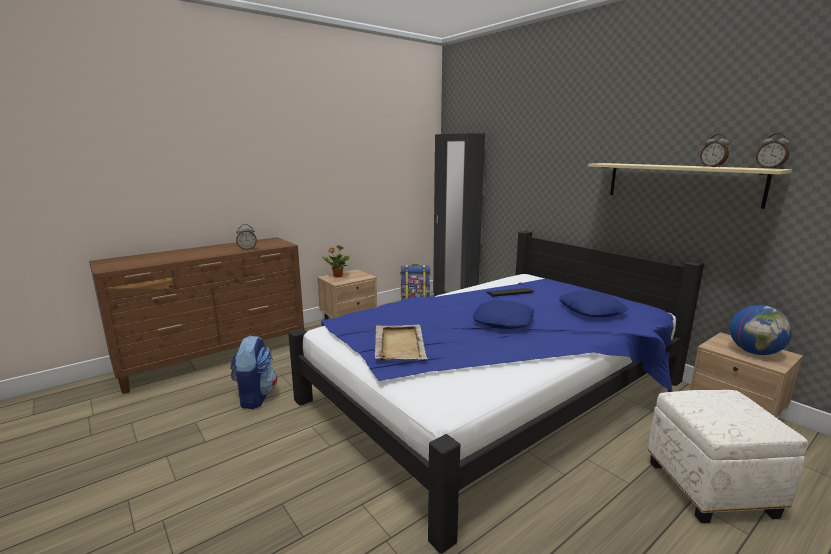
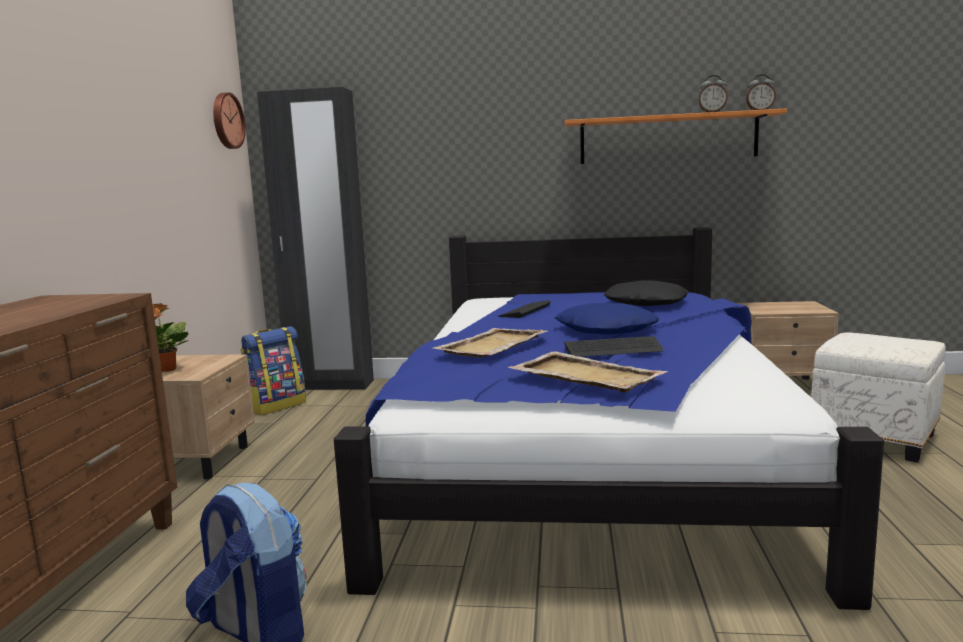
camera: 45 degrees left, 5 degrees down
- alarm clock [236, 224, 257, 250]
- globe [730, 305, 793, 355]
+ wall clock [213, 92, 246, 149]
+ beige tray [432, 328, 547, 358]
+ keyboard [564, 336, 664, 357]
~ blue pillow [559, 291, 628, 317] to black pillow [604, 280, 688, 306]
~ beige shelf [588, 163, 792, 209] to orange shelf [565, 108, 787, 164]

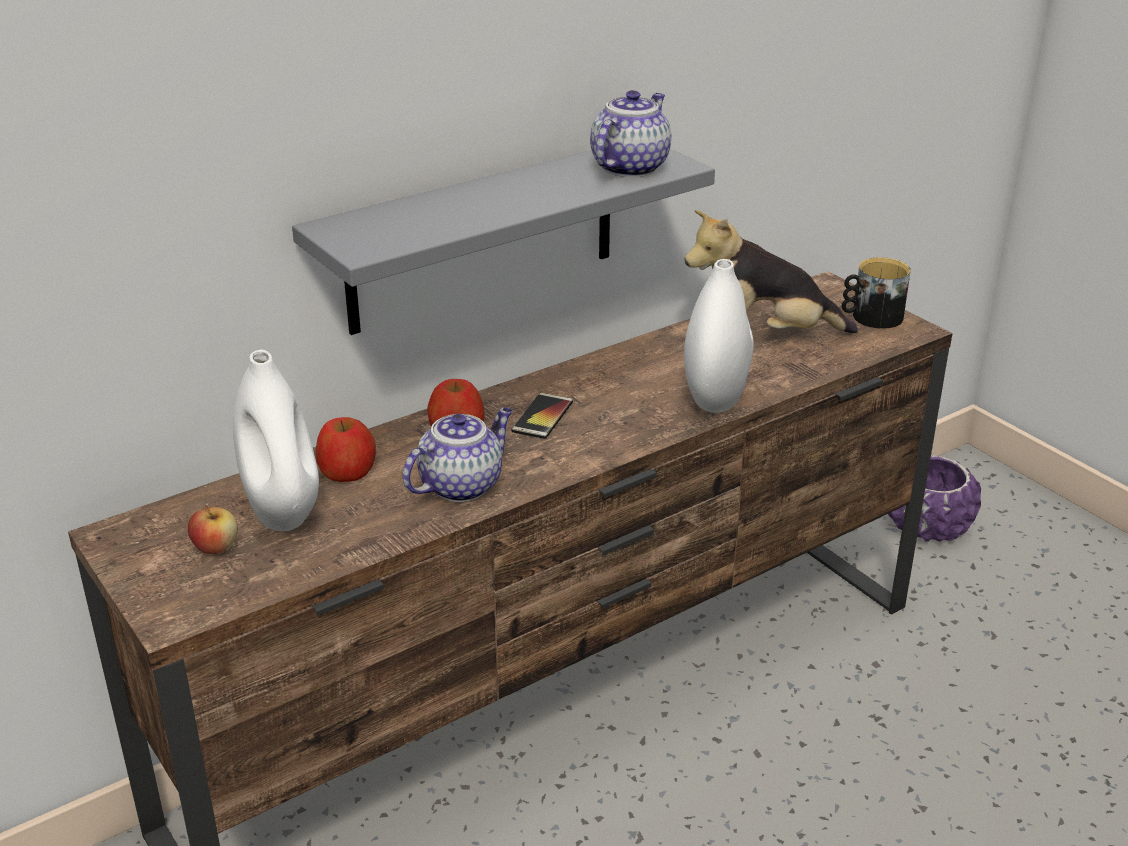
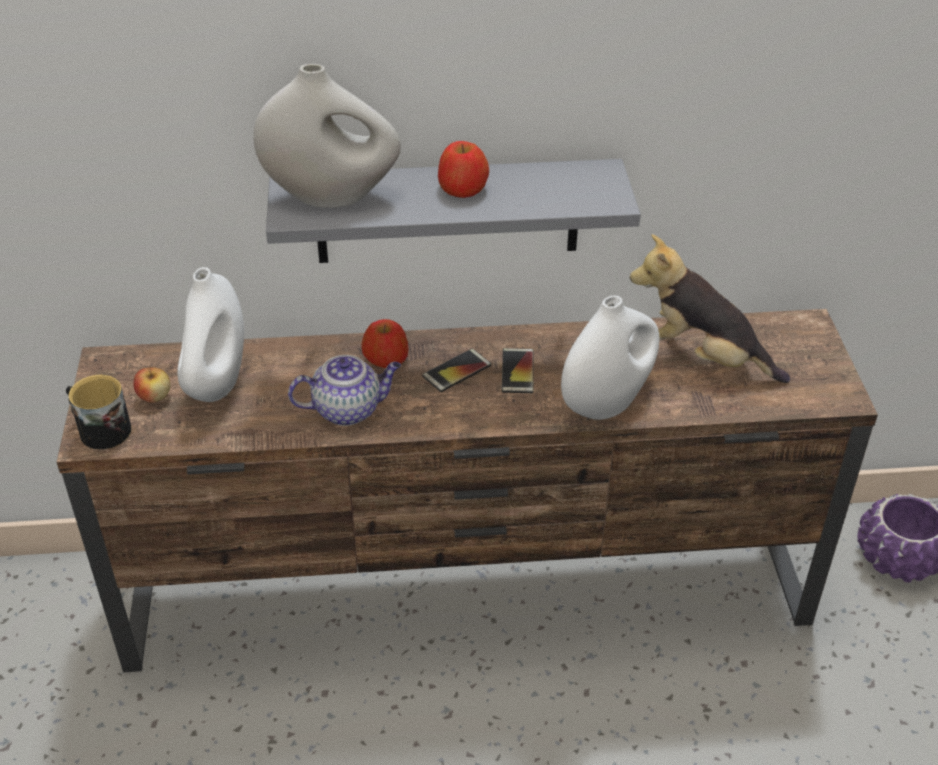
camera: 30 degrees right, 10 degrees up
- teapot [590, 90, 671, 177]
+ white vase [253, 64, 401, 208]
+ phone [502, 348, 534, 393]
~ apple [316, 417, 376, 482] to [438, 141, 489, 198]
~ mug [842, 257, 911, 329] to [66, 375, 131, 450]

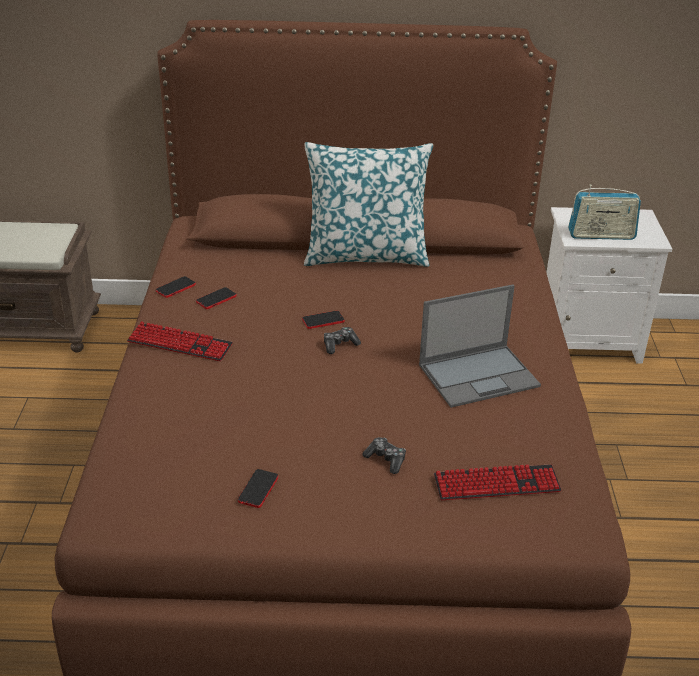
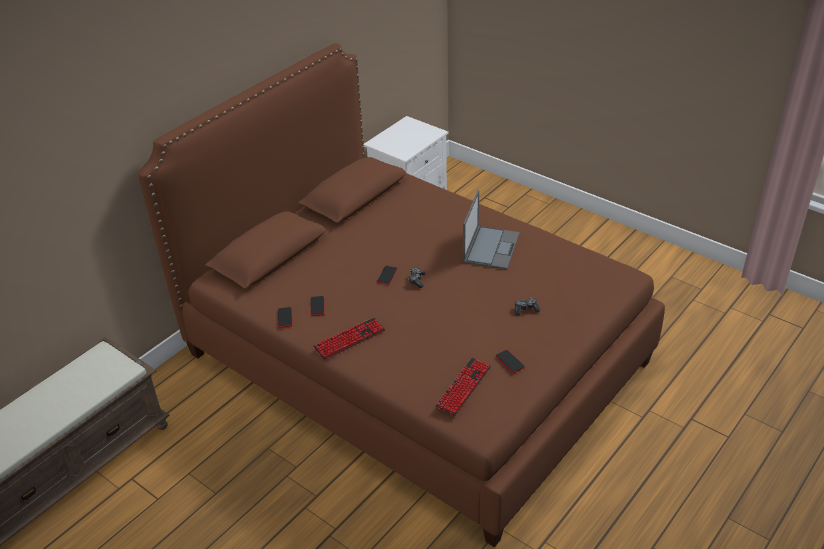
camera: 50 degrees left, 5 degrees up
- pillow [304, 142, 433, 267]
- radio [568, 185, 641, 240]
~ keyboard [434, 464, 562, 500] to [435, 358, 491, 416]

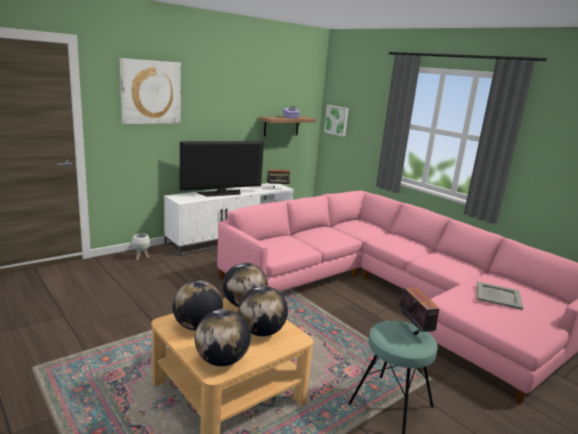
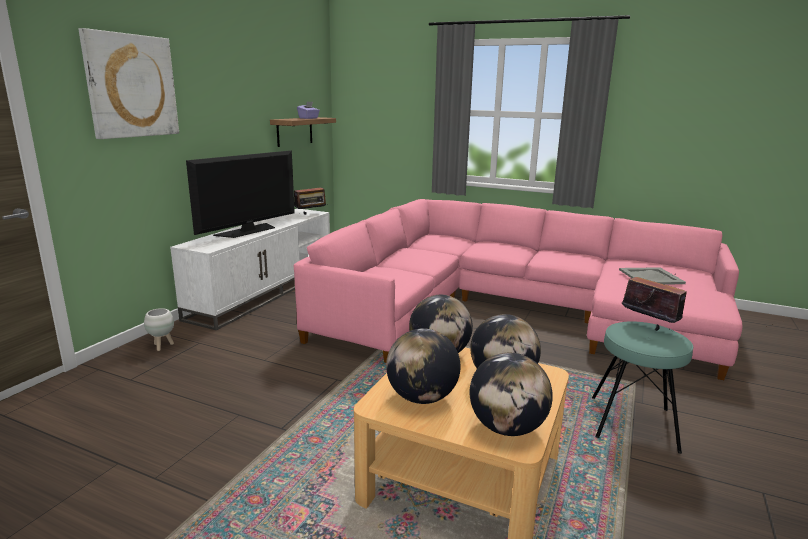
camera: 25 degrees left, 0 degrees up
- picture [324, 105, 349, 136]

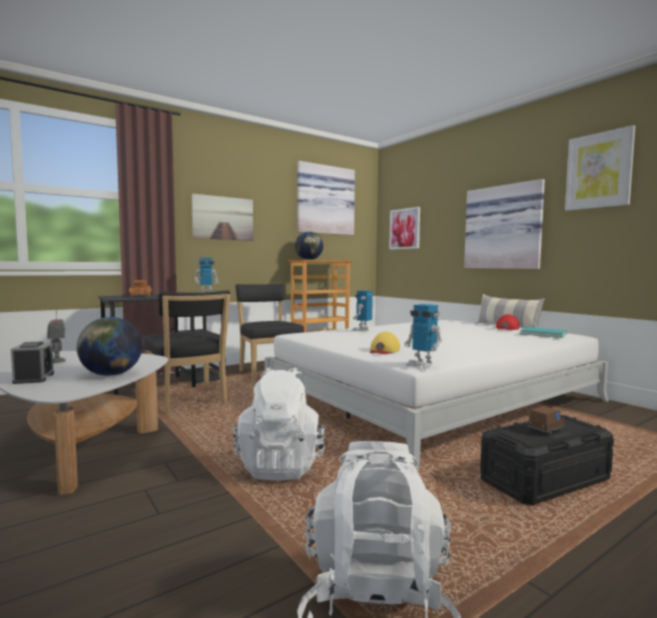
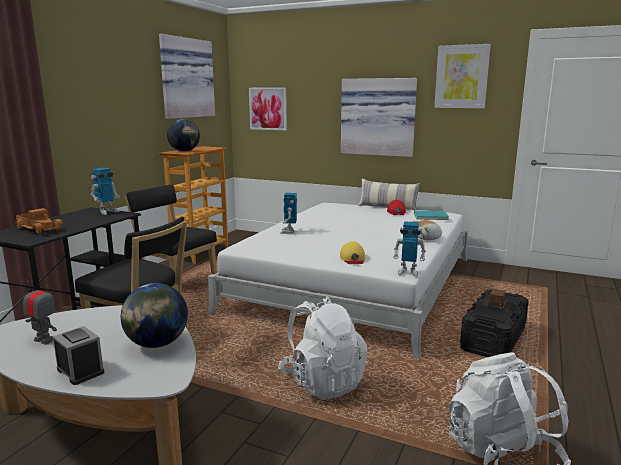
camera: 30 degrees left, 10 degrees up
- picture [192, 194, 253, 241]
+ plush toy [411, 220, 442, 240]

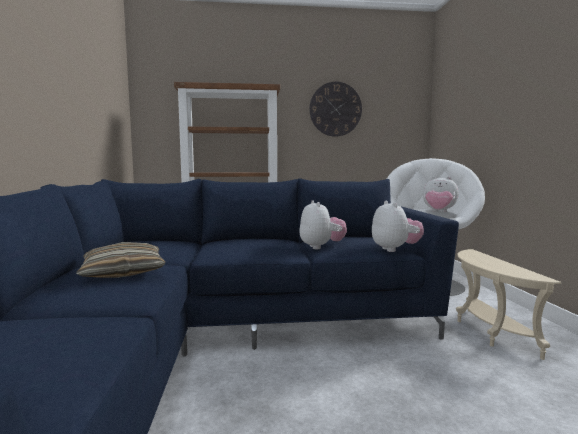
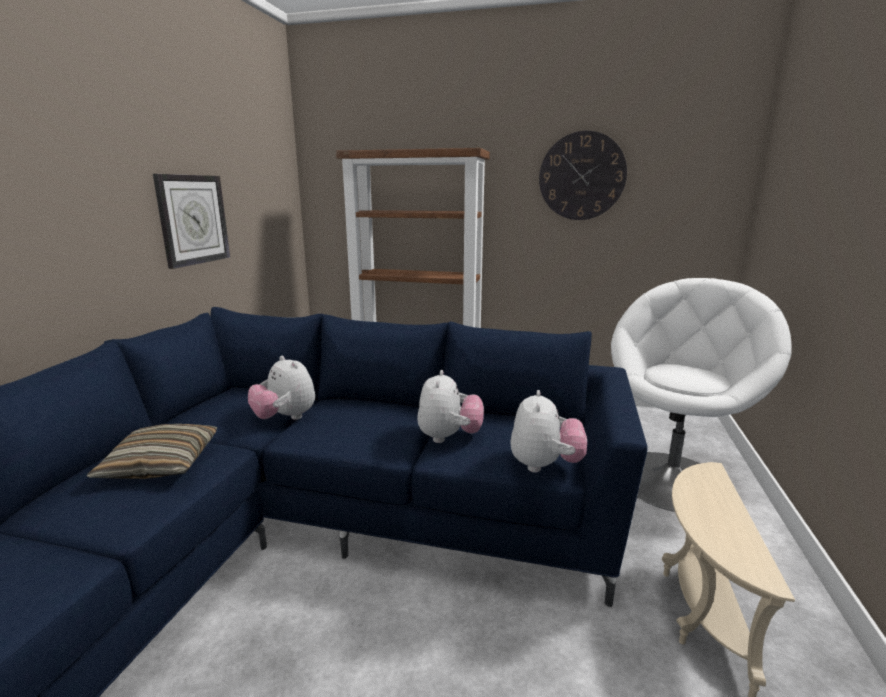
camera: 20 degrees right, 10 degrees up
+ wall clock [153, 174, 230, 269]
~ plush toy [423, 176, 459, 212] to [248, 356, 315, 420]

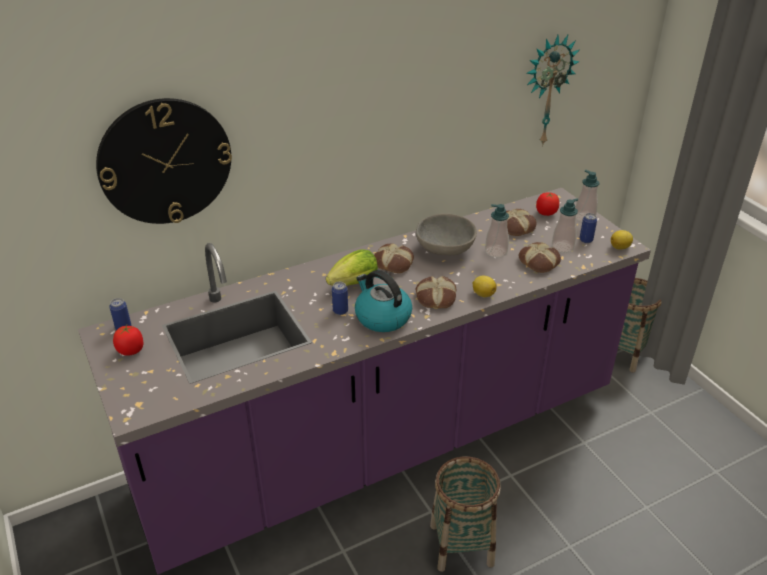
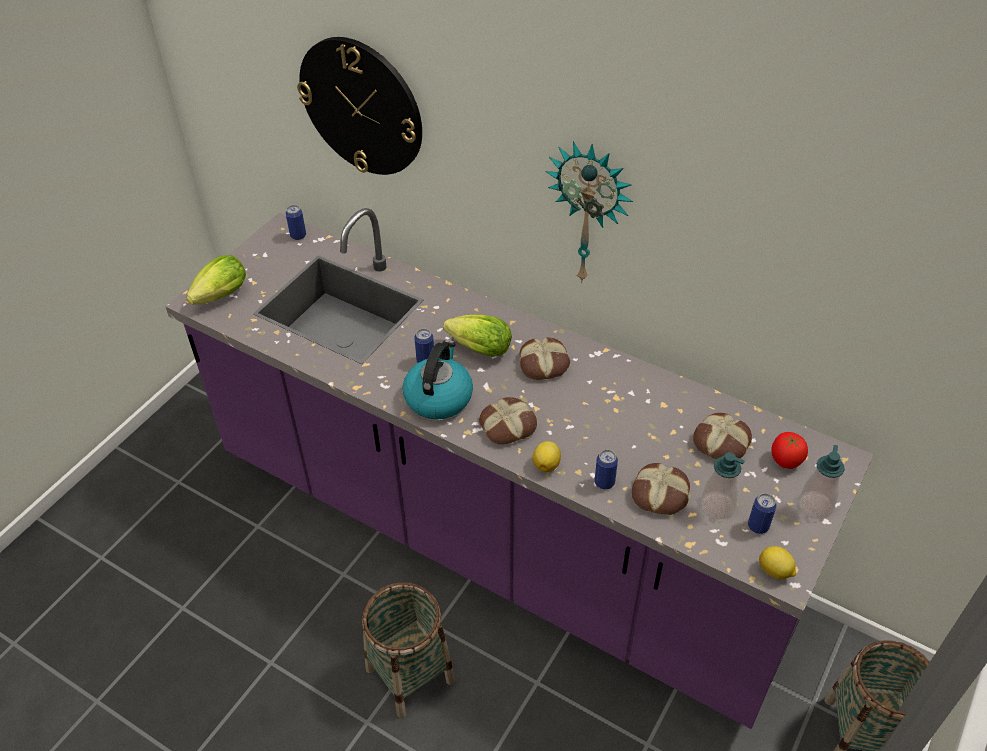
camera: 60 degrees right, 10 degrees up
- tomato [113, 325, 144, 356]
- grey bowl [416, 214, 477, 255]
- soap dispenser [485, 204, 509, 258]
+ lettuce [186, 255, 246, 305]
+ can [595, 449, 618, 489]
~ wall clock [526, 35, 580, 147] to [546, 141, 633, 283]

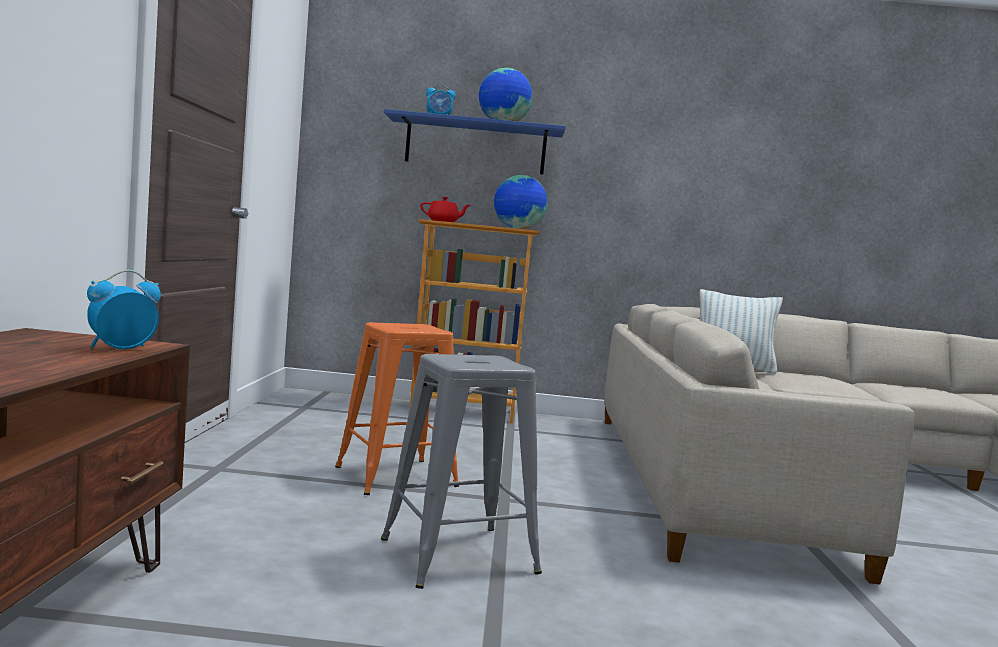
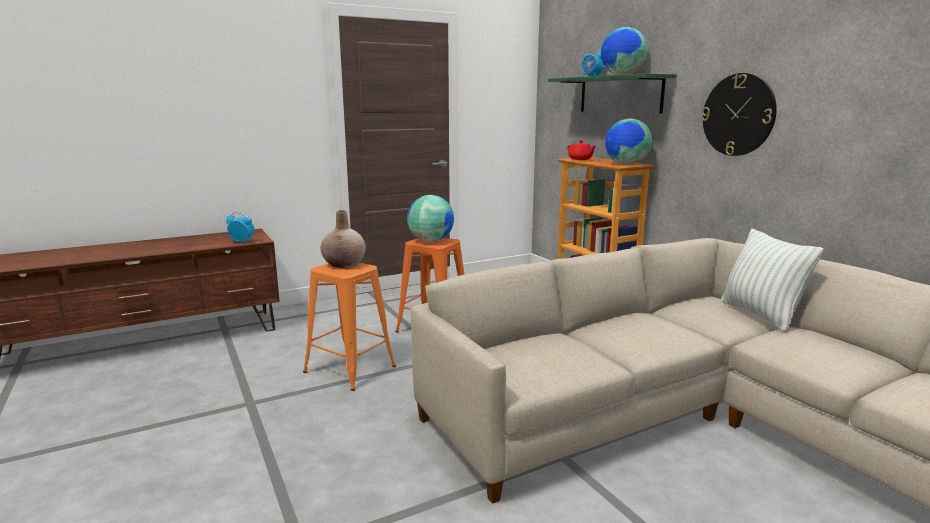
camera: 60 degrees right, 10 degrees up
+ beige vase [320, 210, 366, 268]
+ globe [407, 195, 454, 242]
+ wall clock [701, 73, 777, 156]
~ grey stool [381, 354, 542, 589] to orange stool [303, 263, 396, 391]
~ blue shelf [384, 109, 566, 174] to green shelf [548, 73, 677, 114]

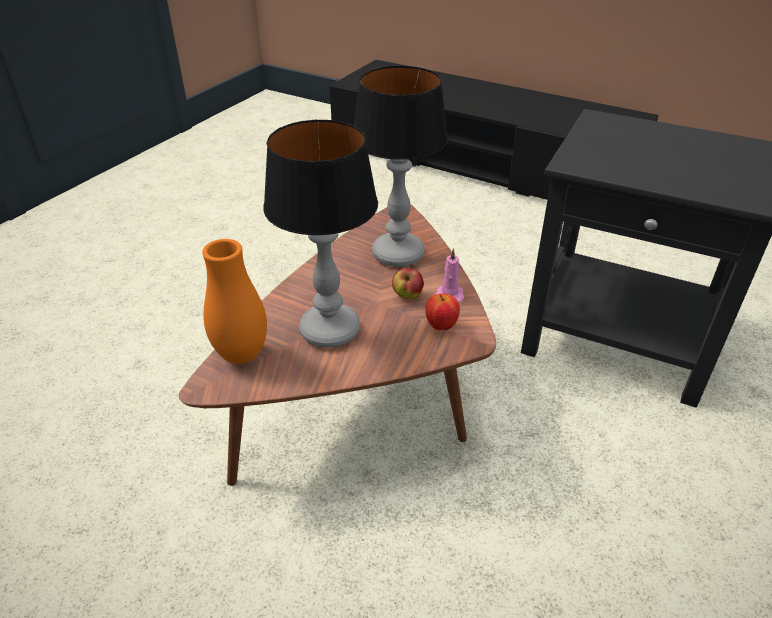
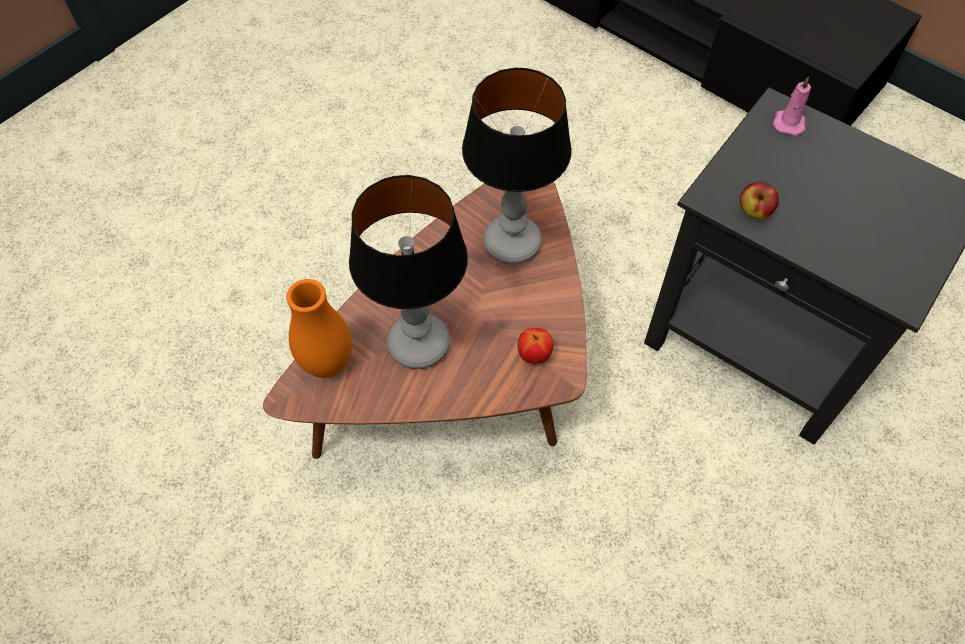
camera: 10 degrees right, 20 degrees up
~ apple [392, 268, 424, 299] to [740, 182, 779, 220]
~ pink candle [436, 248, 464, 303] to [773, 76, 811, 136]

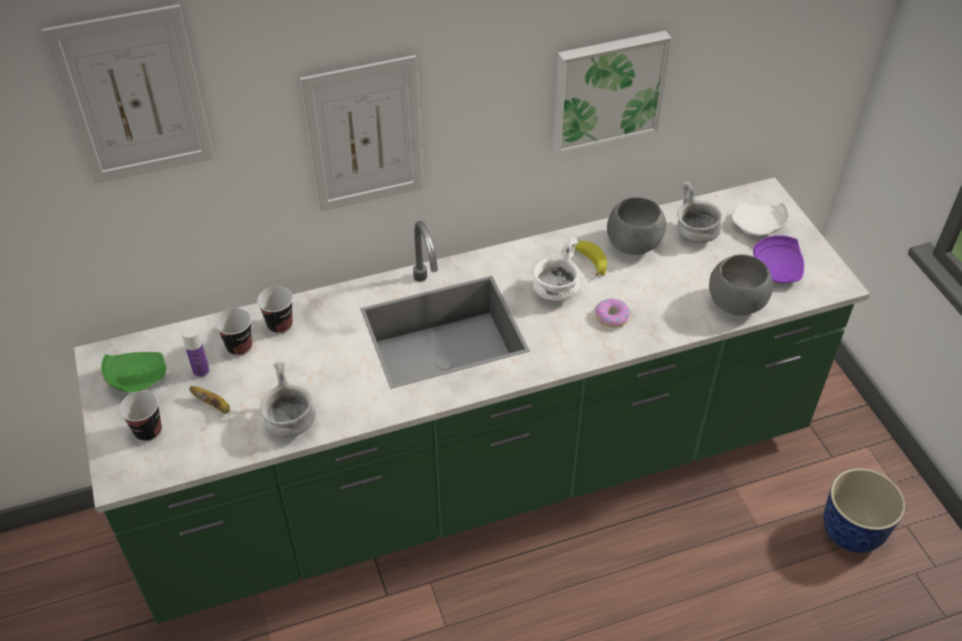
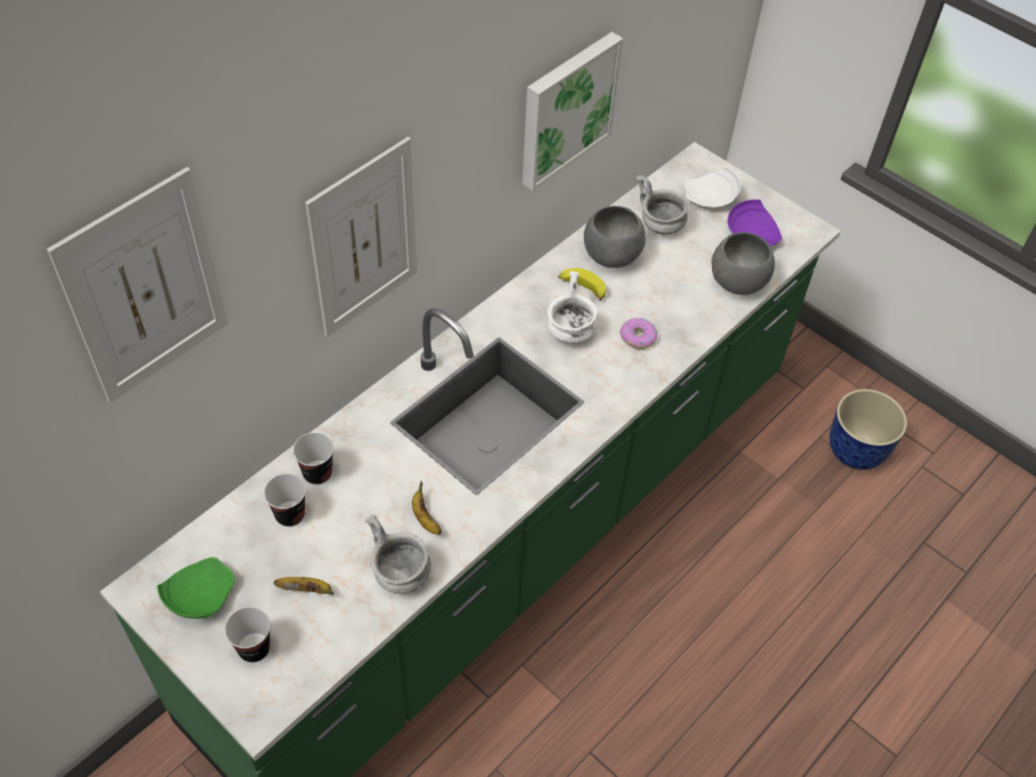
camera: 30 degrees left, 5 degrees up
- bottle [181, 326, 210, 378]
+ banana [412, 481, 442, 534]

